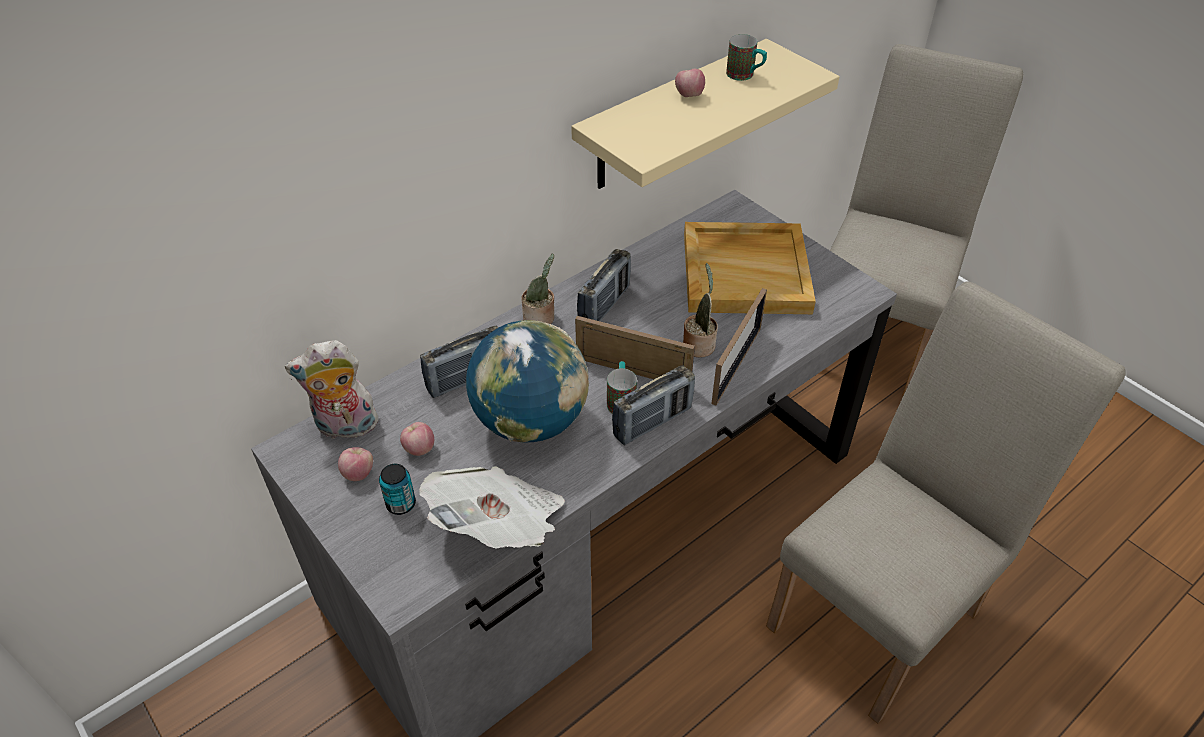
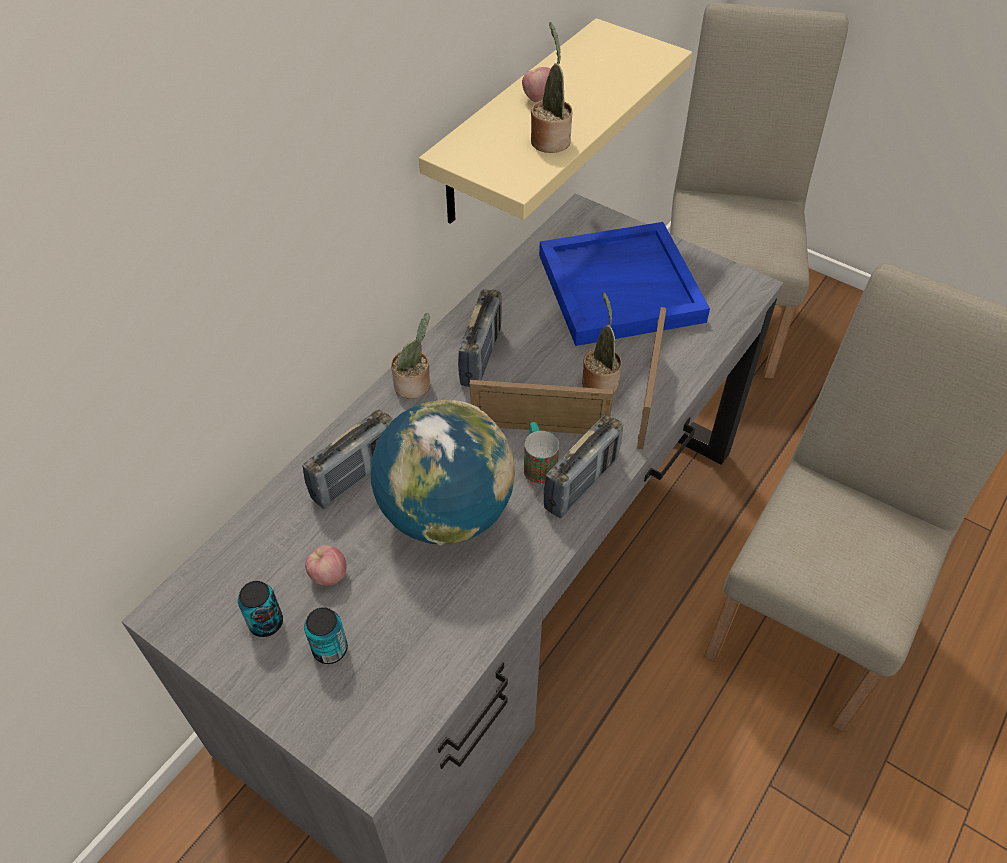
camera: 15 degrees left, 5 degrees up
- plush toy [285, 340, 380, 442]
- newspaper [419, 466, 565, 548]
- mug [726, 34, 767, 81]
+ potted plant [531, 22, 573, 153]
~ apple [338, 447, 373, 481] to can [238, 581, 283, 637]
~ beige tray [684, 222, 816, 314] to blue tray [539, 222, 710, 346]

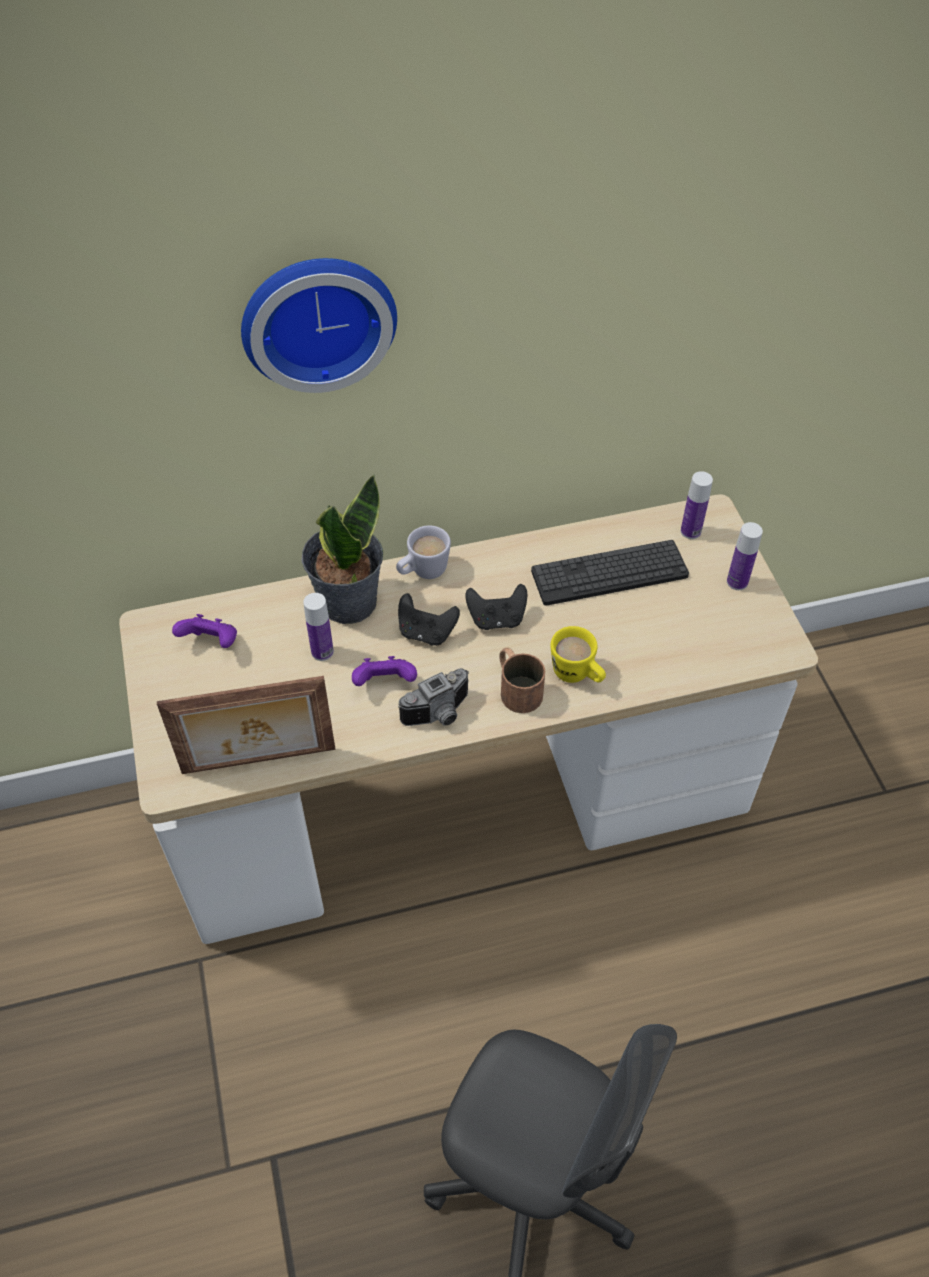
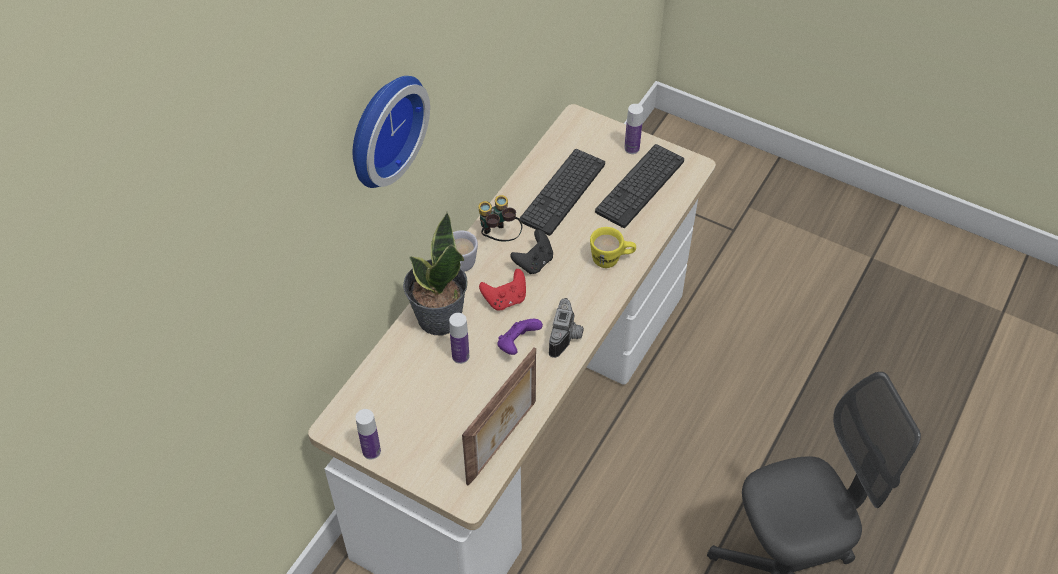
camera: 45 degrees left, 0 degrees up
- purple game controller [172, 614, 237, 648]
- brown mug [499, 648, 545, 713]
+ binoculars [479, 195, 522, 241]
+ keyboard [595, 144, 684, 228]
~ bottle [681, 471, 713, 539] to [355, 409, 381, 459]
~ black game controller [398, 593, 460, 646] to red game controller [479, 269, 526, 310]

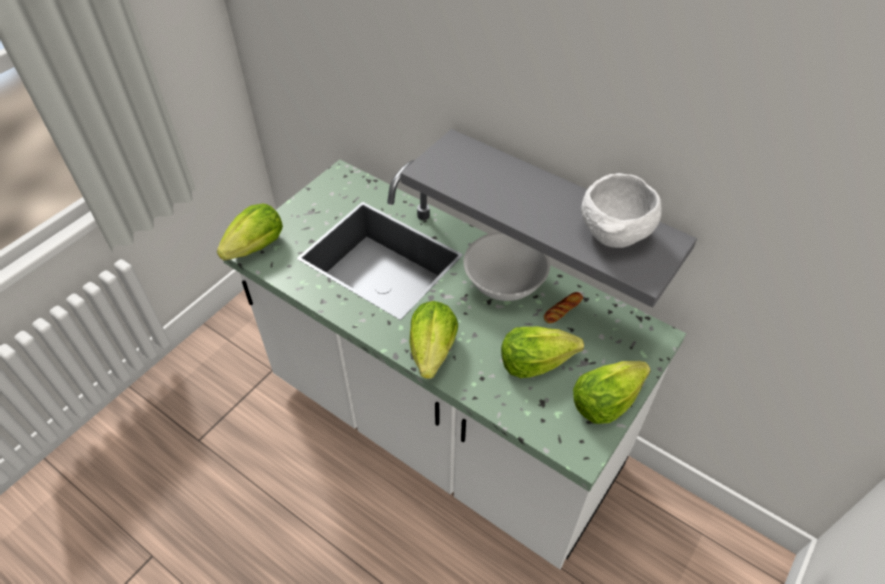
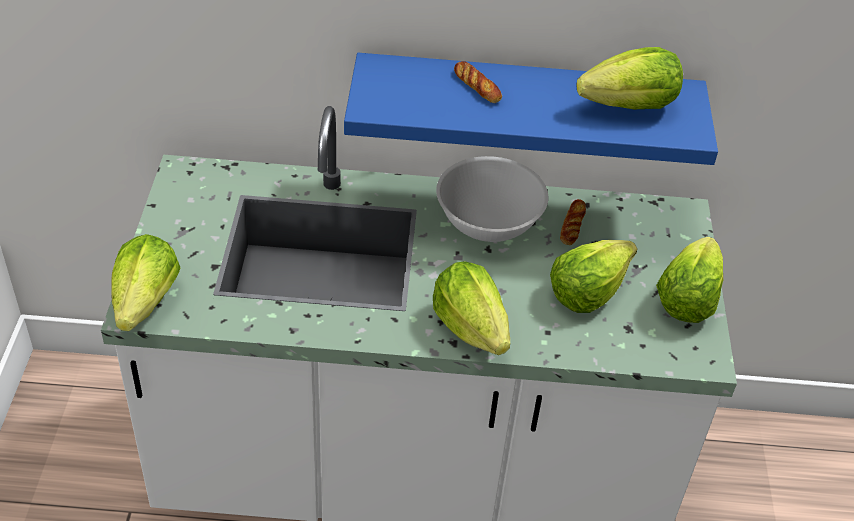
camera: 35 degrees left, 5 degrees down
+ bread [454, 61, 502, 103]
~ white bowl [581, 173, 662, 248] to lettuce [576, 47, 683, 109]
~ grey shelf [401, 129, 697, 308] to blue shelf [344, 53, 718, 165]

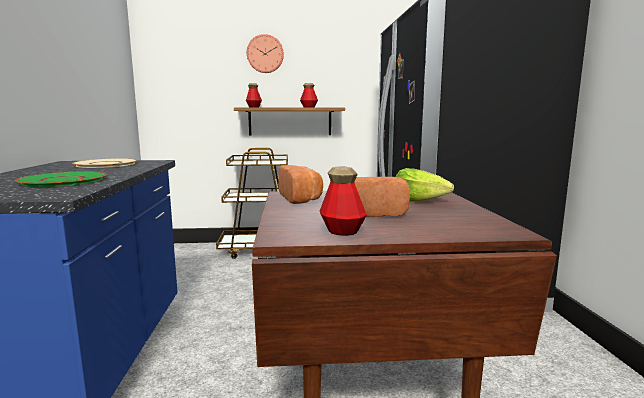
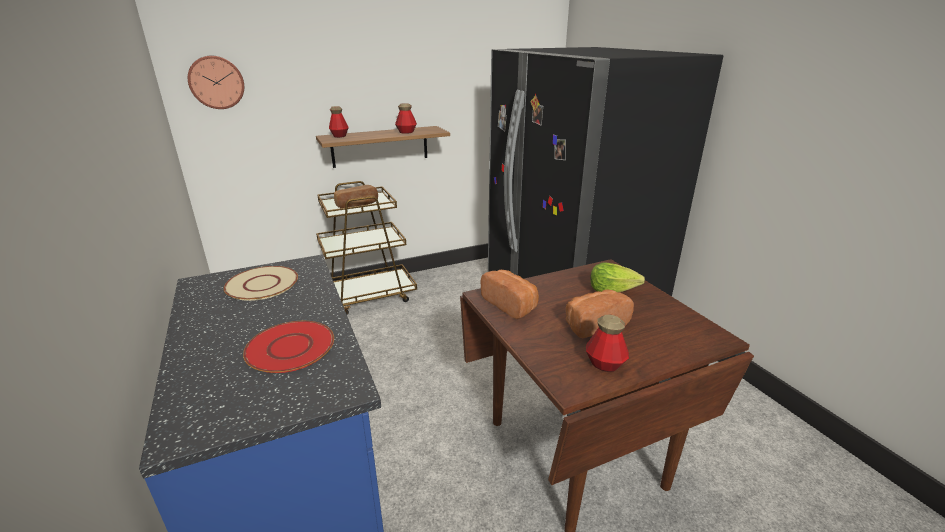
camera: 20 degrees left, 15 degrees up
+ bread [334, 185, 378, 208]
~ wall clock [247, 34, 284, 73] to [188, 56, 244, 109]
~ green plate [15, 171, 107, 187] to red plate [243, 321, 334, 373]

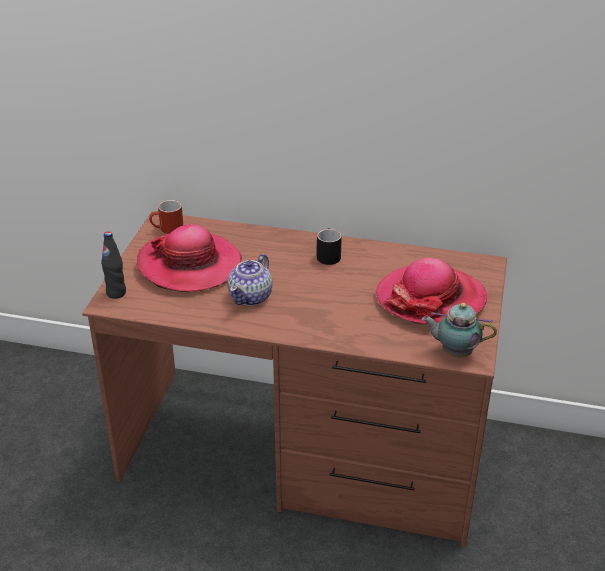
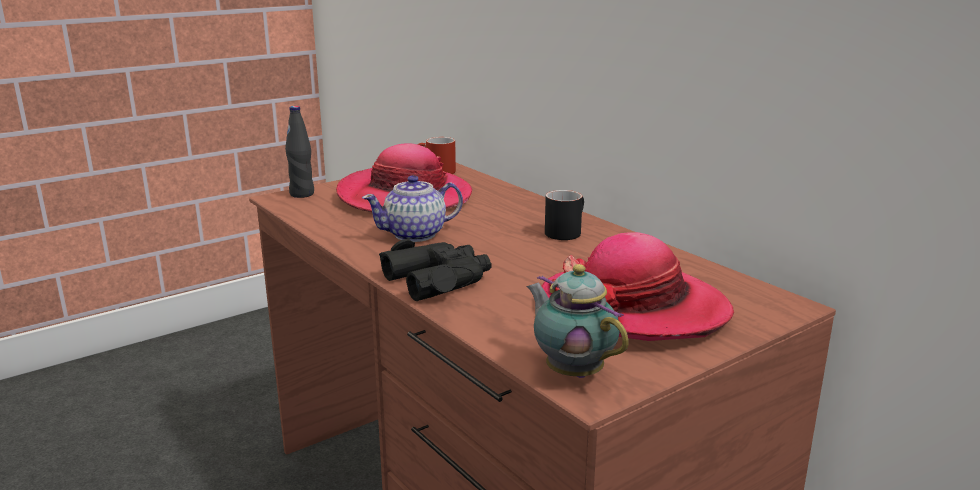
camera: 40 degrees right, 15 degrees down
+ black binoculars [379, 239, 491, 301]

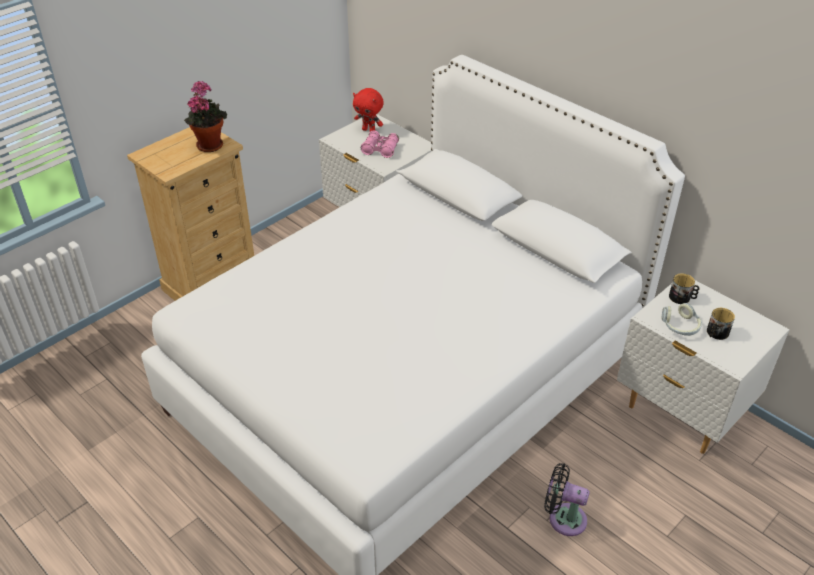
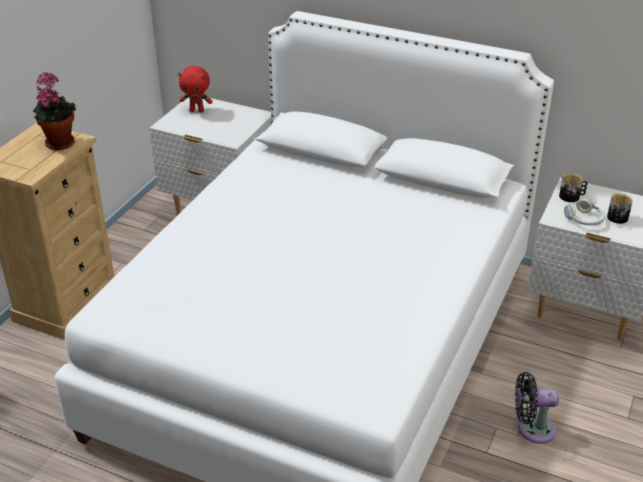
camera: 20 degrees left, 5 degrees down
- pink binoculars [361, 130, 399, 158]

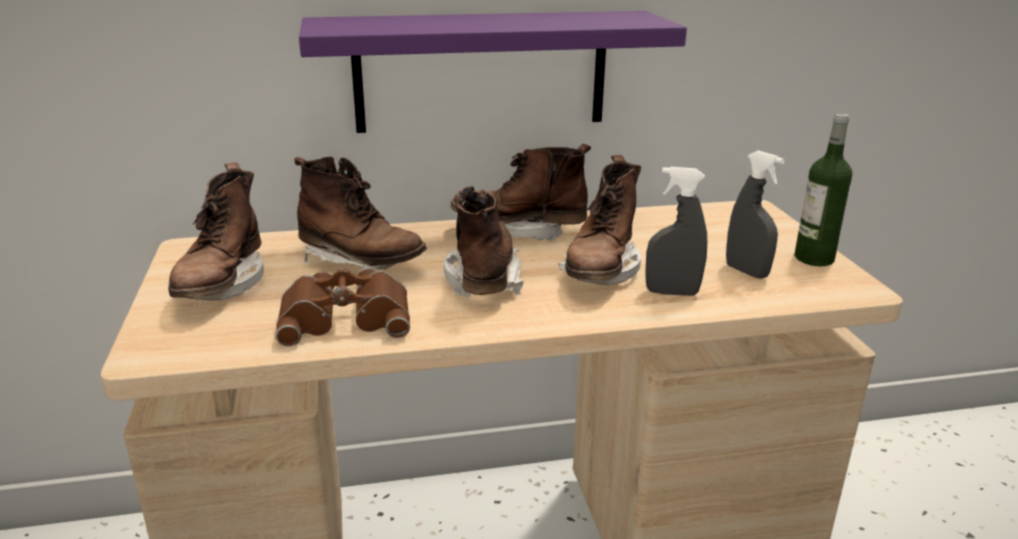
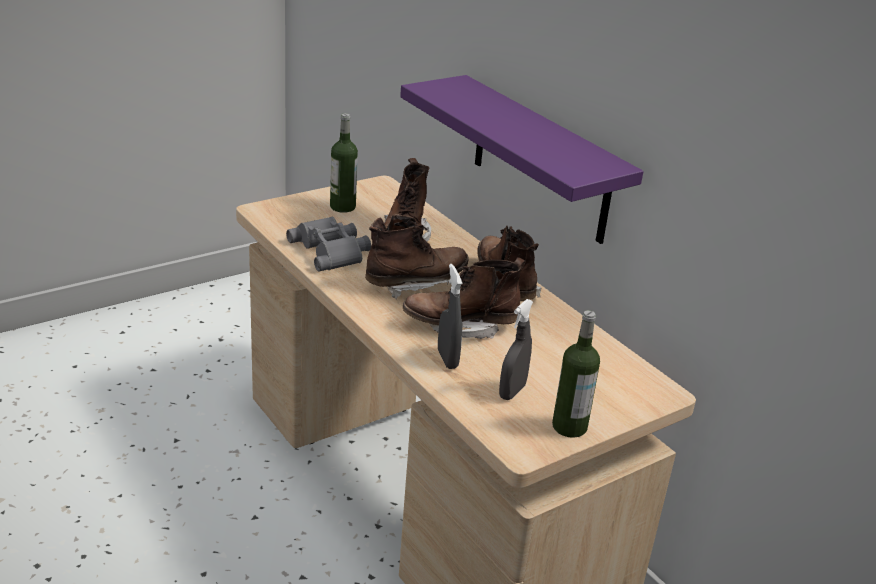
camera: 65 degrees right, 5 degrees up
~ brown boot [168, 162, 264, 301] to bottle [330, 113, 358, 213]
~ brown binoculars [275, 268, 410, 346] to grey binoculars [286, 217, 371, 272]

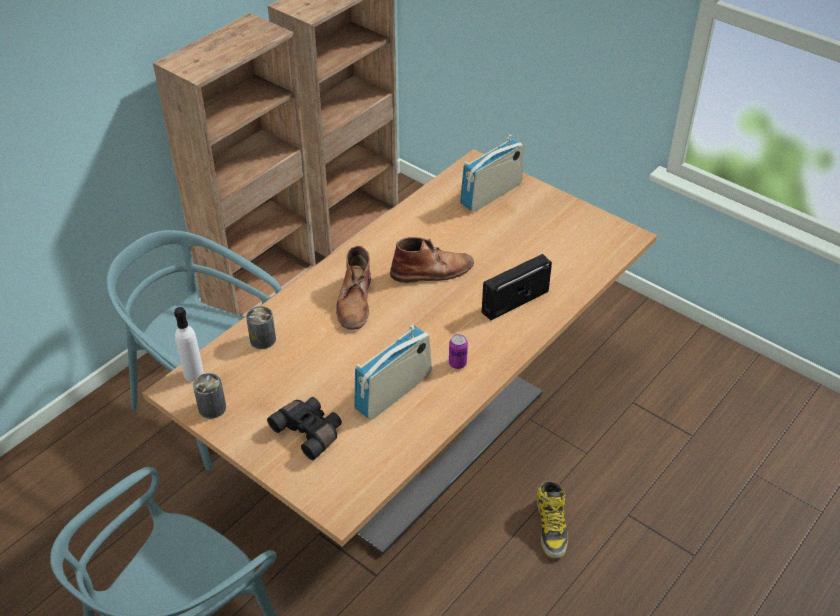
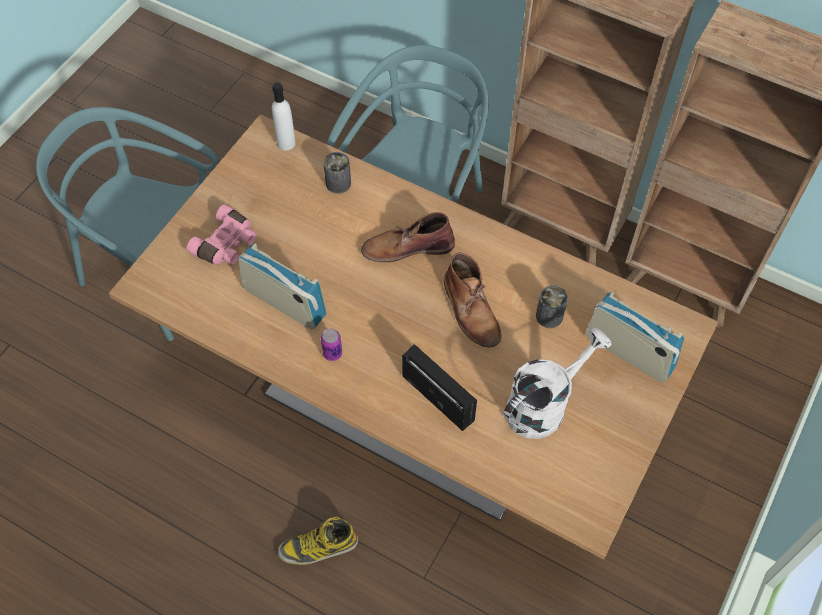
camera: 80 degrees right, 15 degrees up
+ white watering can [503, 328, 611, 439]
~ can [193, 373, 226, 419] to [536, 285, 568, 328]
~ black binoculars [267, 397, 342, 460] to pink binoculars [187, 204, 256, 265]

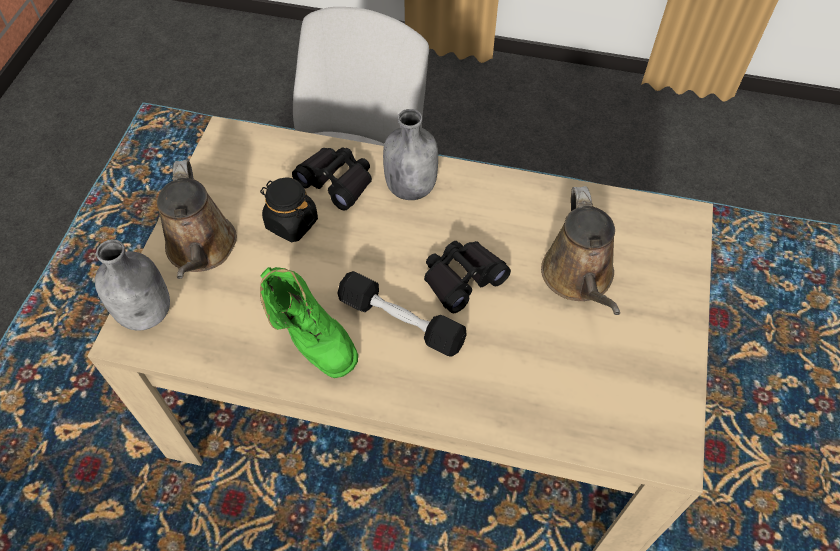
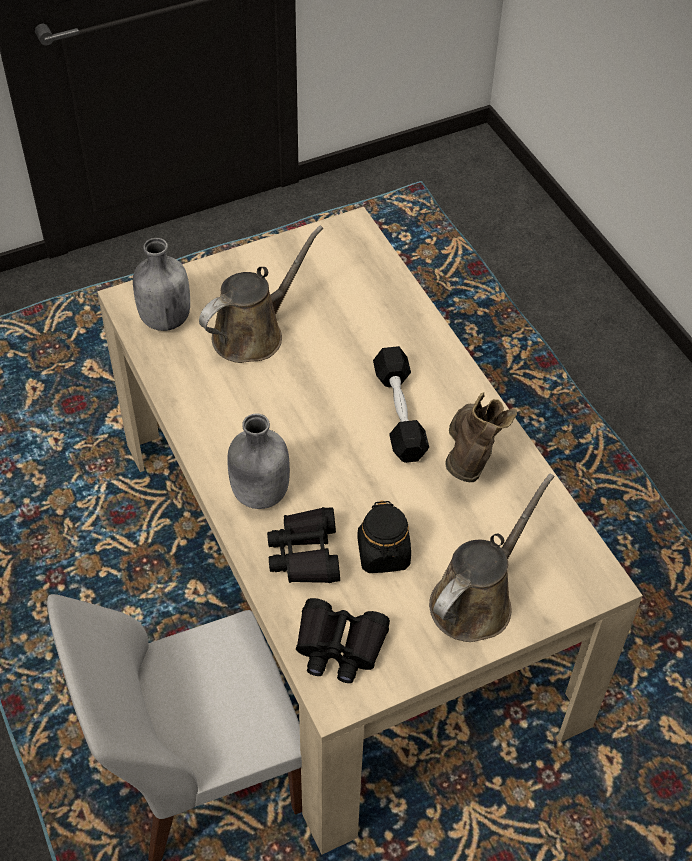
camera: 130 degrees left, 5 degrees down
~ grey bottle [95, 239, 170, 331] to [133, 238, 190, 331]
~ black binoculars [424, 241, 511, 313] to [296, 598, 390, 683]
~ green boot [260, 267, 358, 378] to brown boot [445, 392, 517, 482]

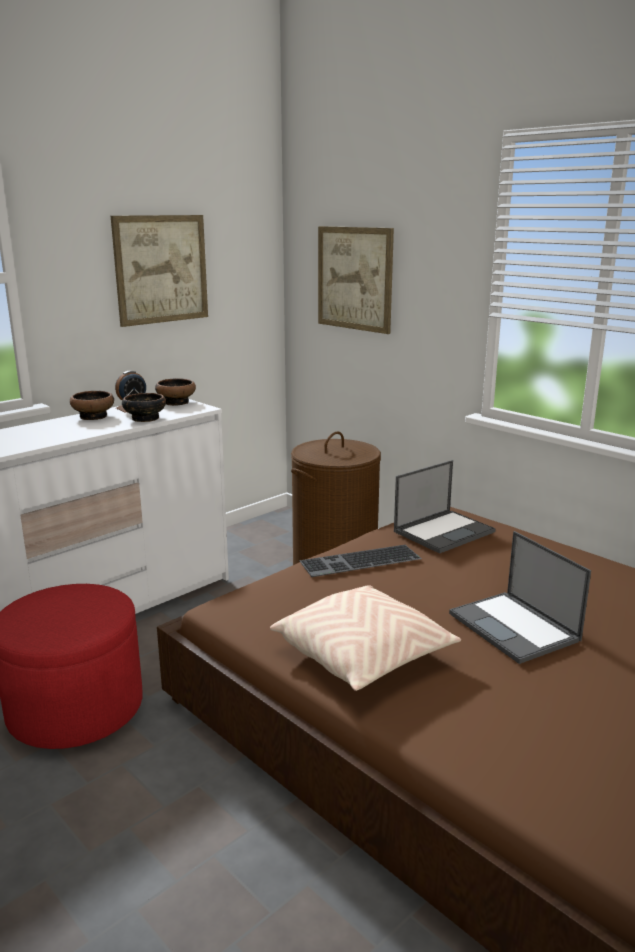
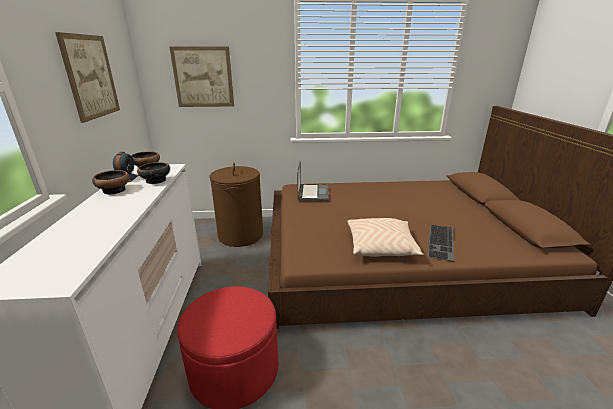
camera: 50 degrees left, 5 degrees up
- laptop [449, 531, 591, 664]
~ keyboard [299, 545, 422, 577] to [427, 225, 454, 262]

